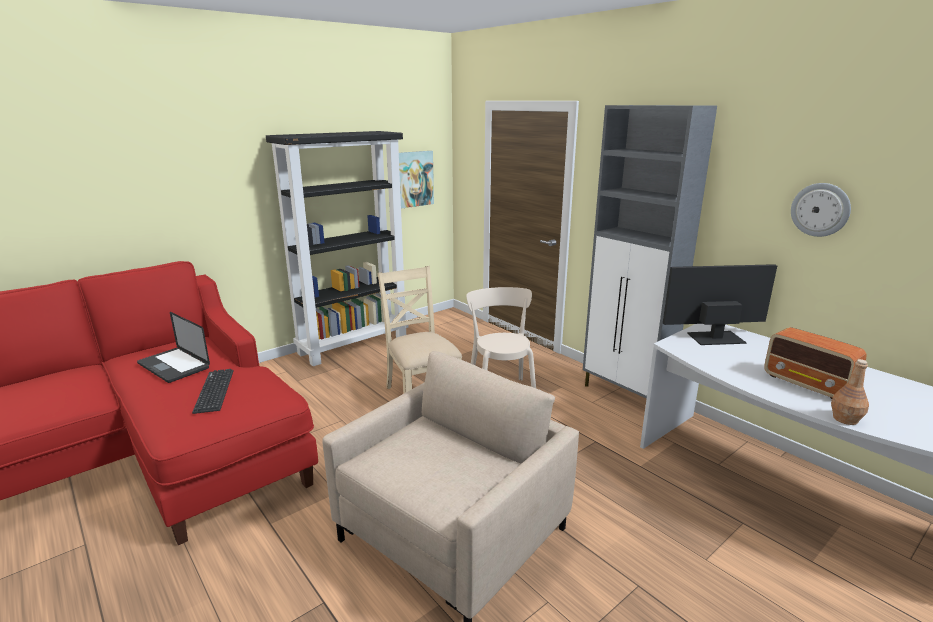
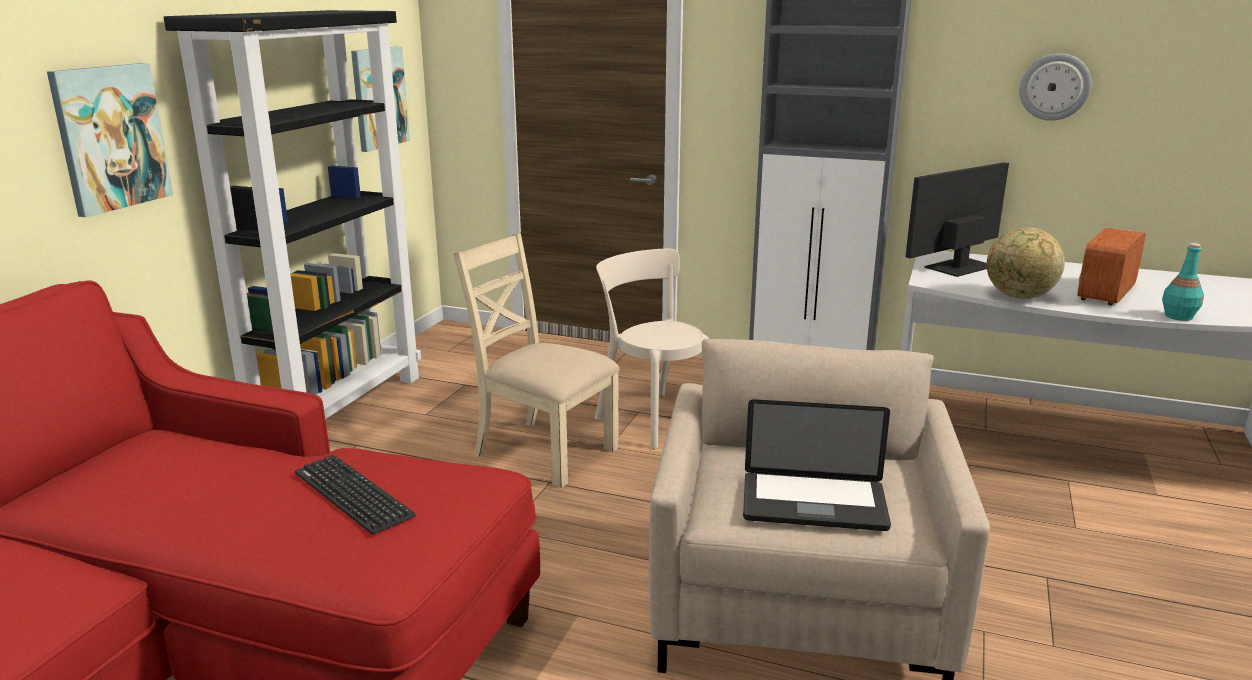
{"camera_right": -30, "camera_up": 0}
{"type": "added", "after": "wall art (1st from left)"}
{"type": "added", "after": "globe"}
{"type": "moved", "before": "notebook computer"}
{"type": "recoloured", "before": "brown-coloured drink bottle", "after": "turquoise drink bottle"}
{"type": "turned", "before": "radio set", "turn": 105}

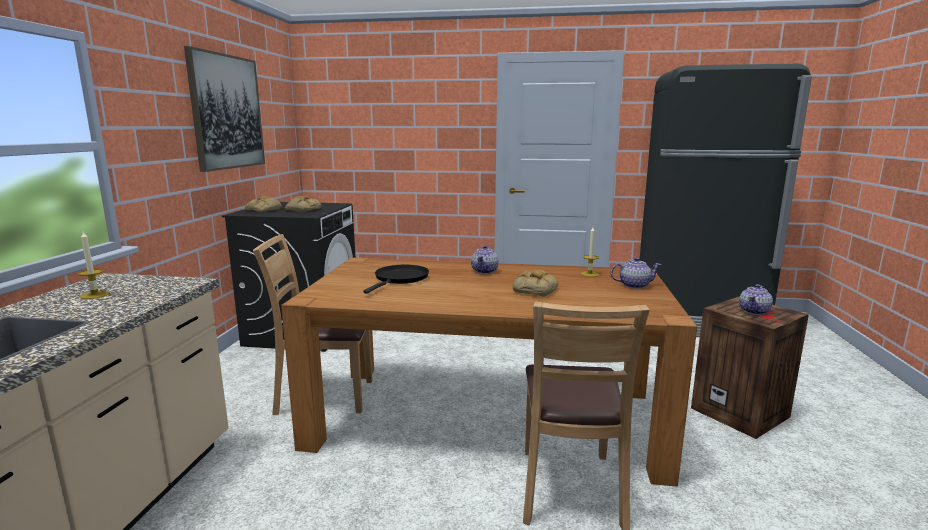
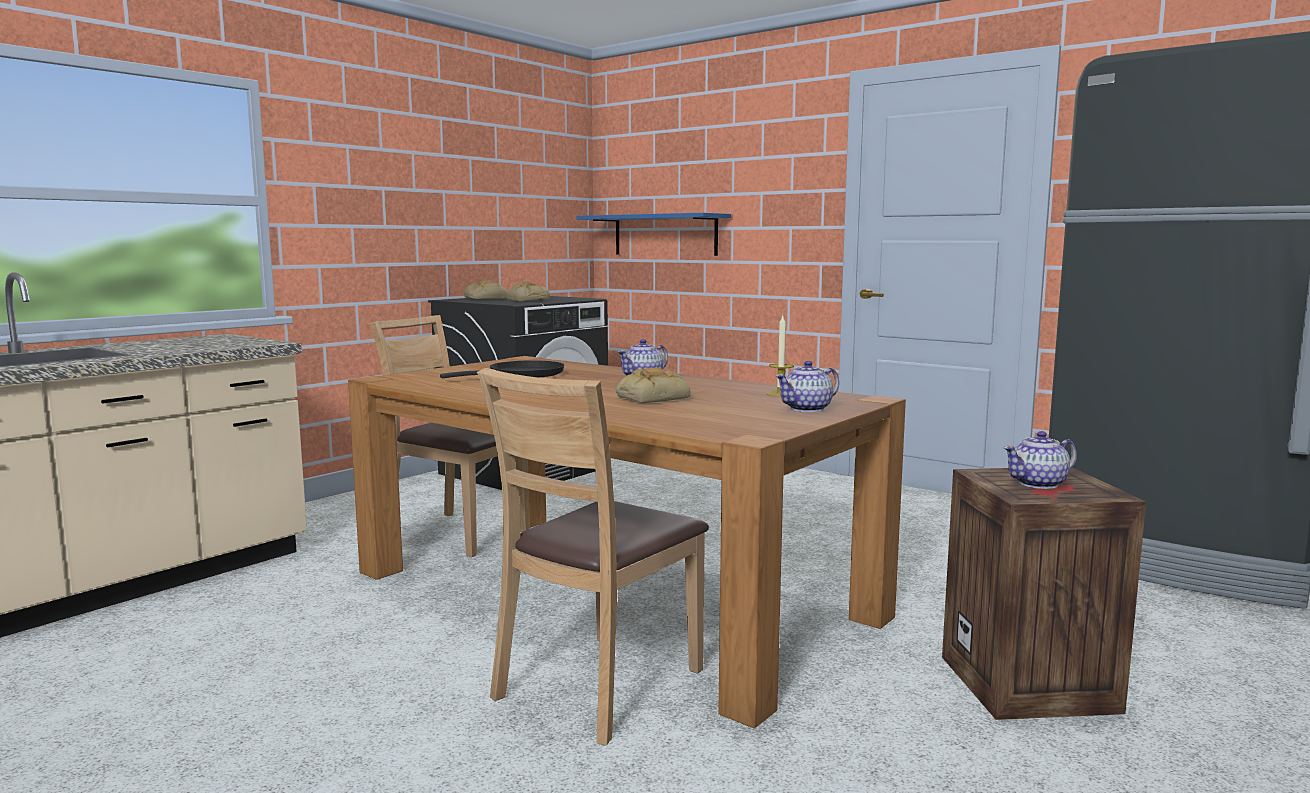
{"camera_right": 30, "camera_up": -5}
{"type": "removed", "before": "wax candle (1st from left)"}
{"type": "removed", "before": "wall art"}
{"type": "added", "after": "blue-coloured bracket shelf"}
{"type": "turned", "before": "pot for tea (2nd from left)", "turn": 120}

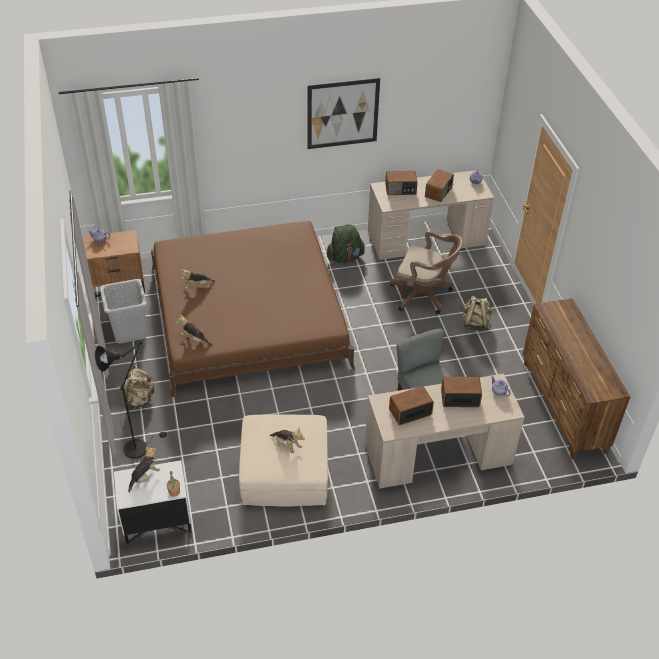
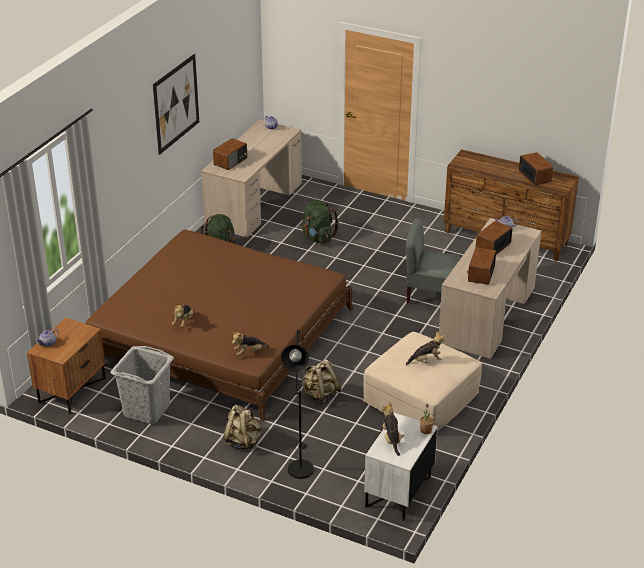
{"camera_right": -50, "camera_up": -10}
{"type": "moved", "before": "radio set (3rd from left in the first image)", "after": "radio set (4th from left)"}
{"type": "moved", "before": "beige-coloured backpack (2nd from left)"}
{"type": "replaced", "before": "brown-coloured computer chair", "after": "greenish backpack (2nd from left)"}

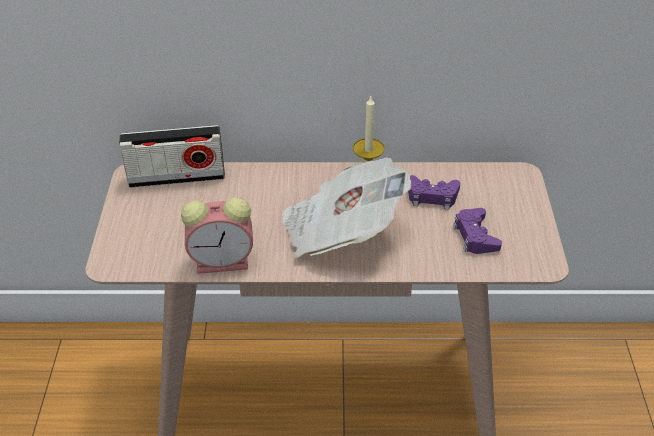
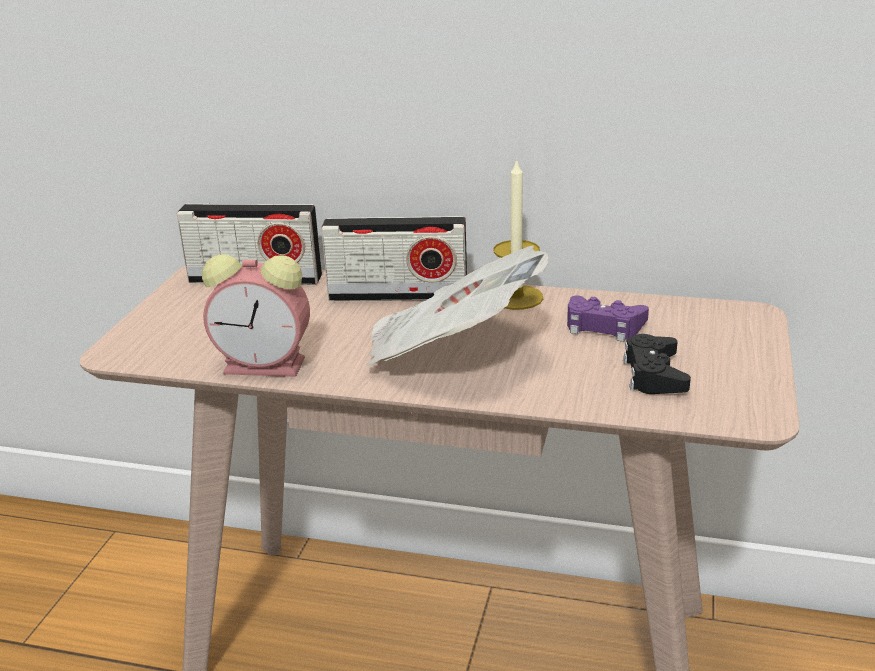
{"camera_right": 15, "camera_up": -15}
{"type": "added", "after": "radio set (2nd from left)"}
{"type": "recoloured", "before": "purplish joypad (2nd from left)", "after": "black joypad"}

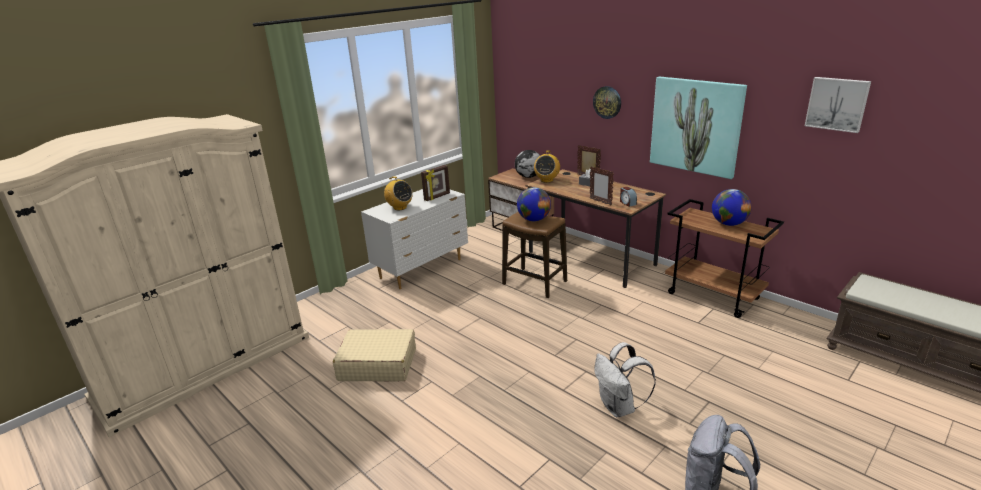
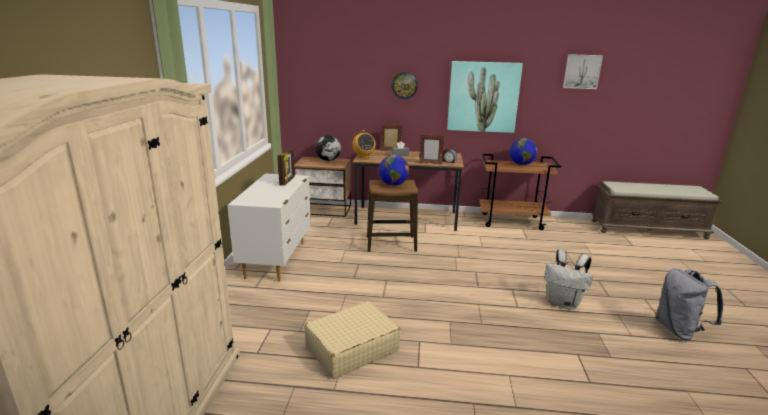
{"camera_right": -40, "camera_up": -5}
{"type": "removed", "before": "radio set (1st from left)"}

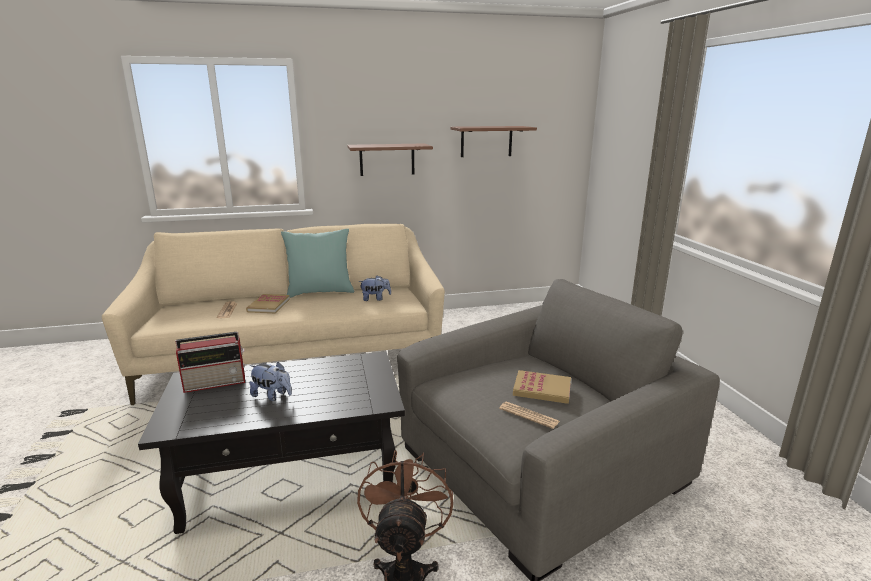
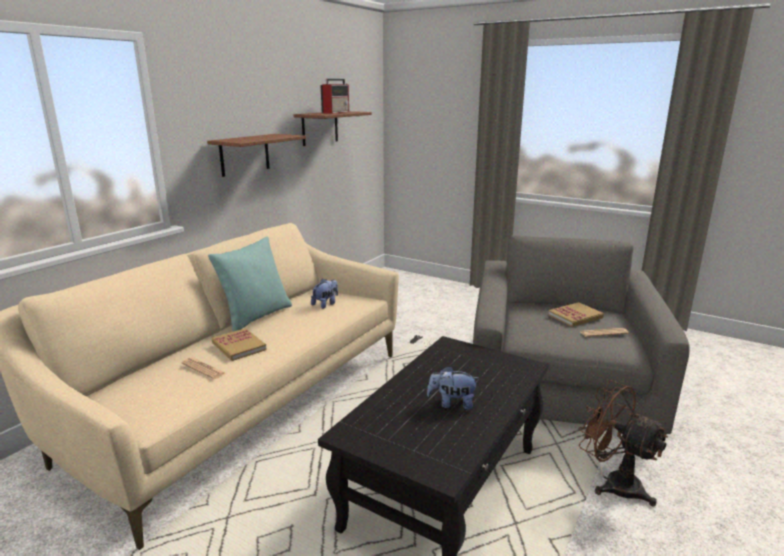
{"camera_right": -45, "camera_up": 0}
{"type": "moved", "before": "radio set"}
{"type": "turned", "before": "soft toy (1st from left in the first image)", "turn": -150}

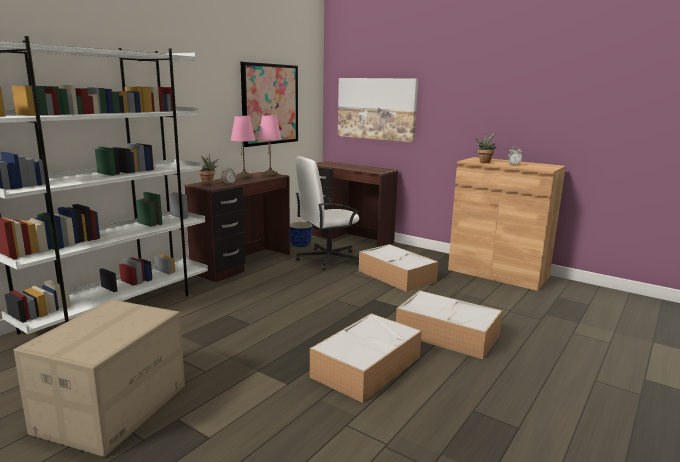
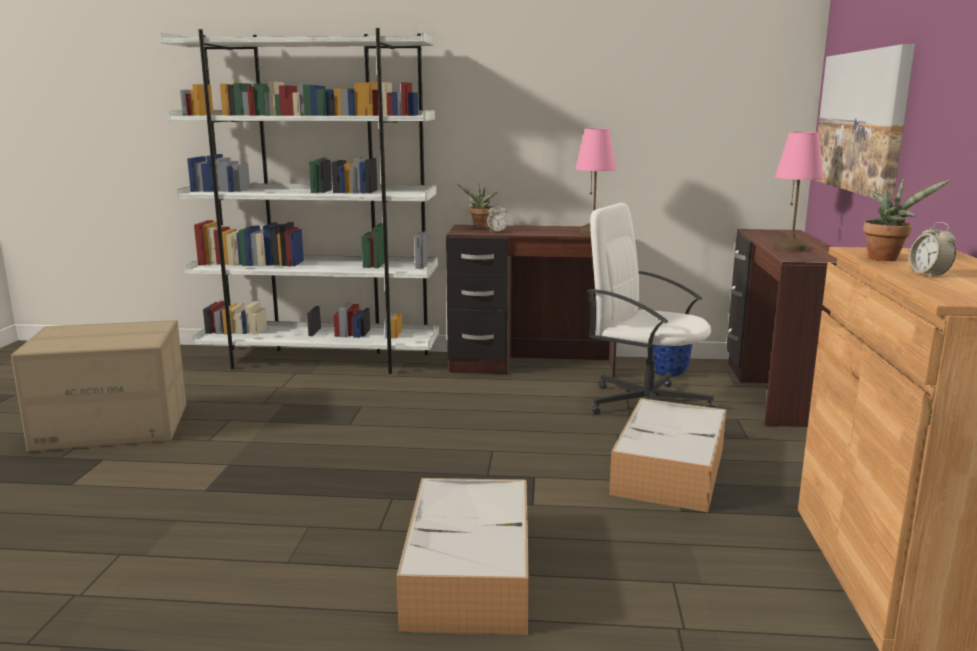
{"camera_right": 60, "camera_up": 0}
{"type": "removed", "before": "wall art (1st from left)"}
{"type": "removed", "before": "storage bin (1st from left)"}
{"type": "moved", "before": "pink-coloured lamp for a table (1st from left in the first image)", "after": "pink-coloured lamp for a table (2nd from left)"}

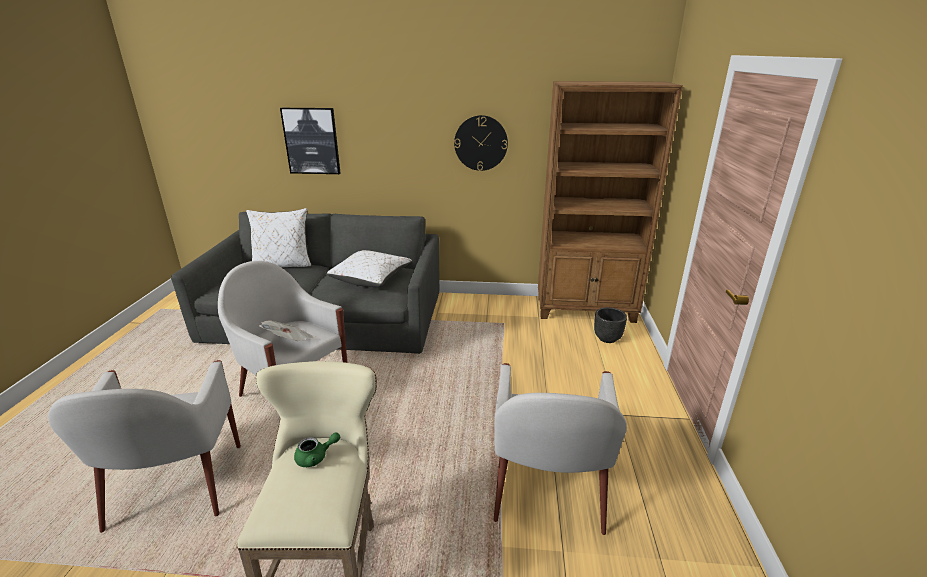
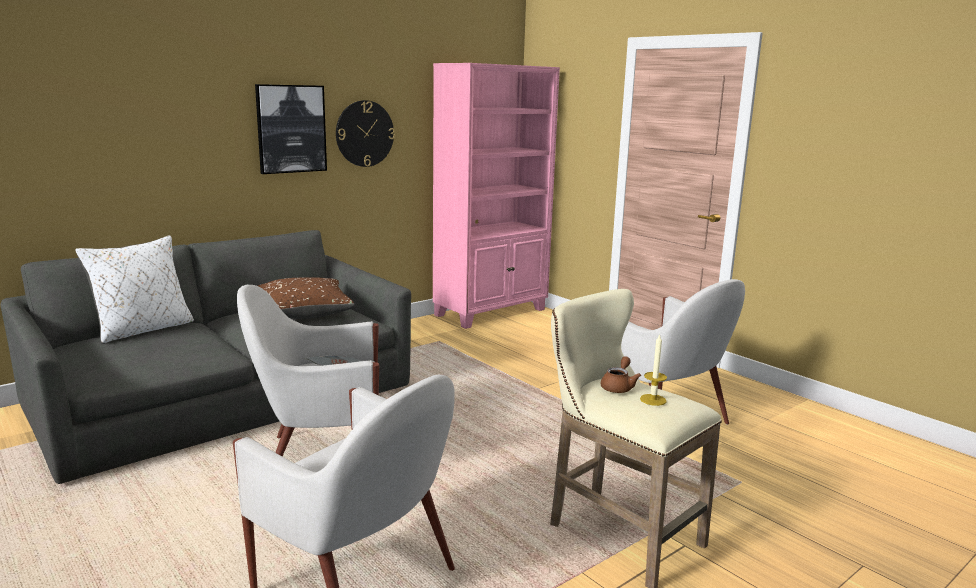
{"camera_right": -45, "camera_up": -10}
{"type": "removed", "before": "black planter"}
{"type": "added", "after": "wax candle"}
{"type": "moved", "before": "wall art"}
{"type": "recoloured", "before": "greenish pot for tea", "after": "brown-coloured pot for tea"}
{"type": "recoloured", "before": "whitish cushion (2nd from left)", "after": "brown-coloured cushion"}
{"type": "recoloured", "before": "brown-coloured shelving unit", "after": "pink-coloured shelving unit"}

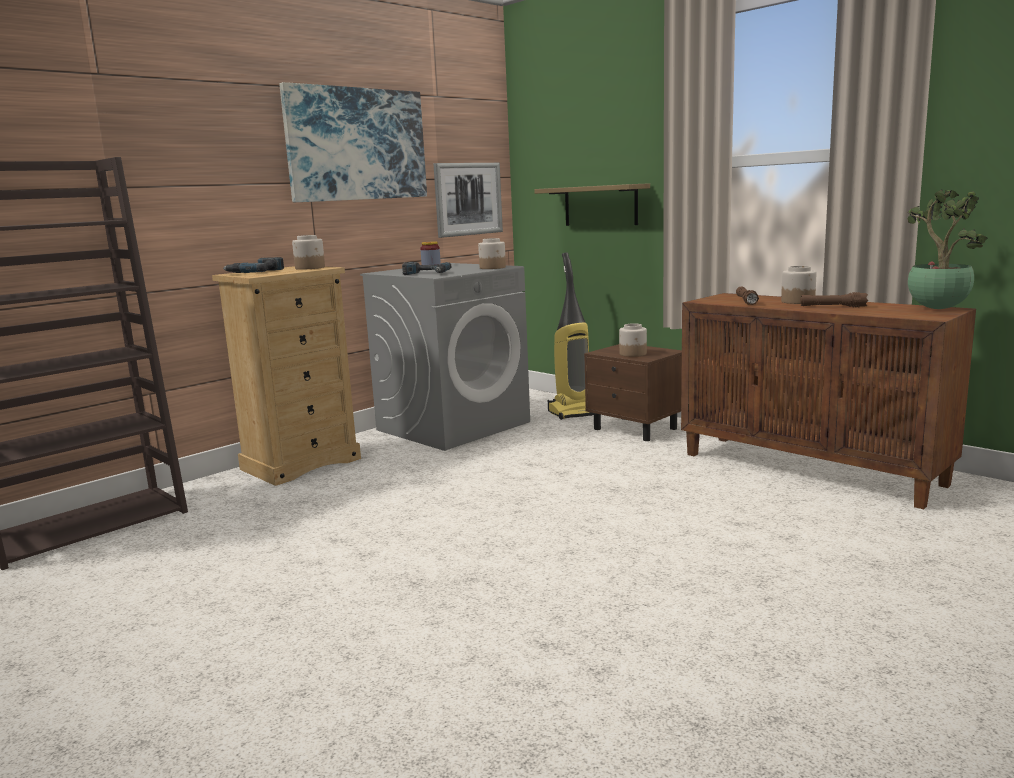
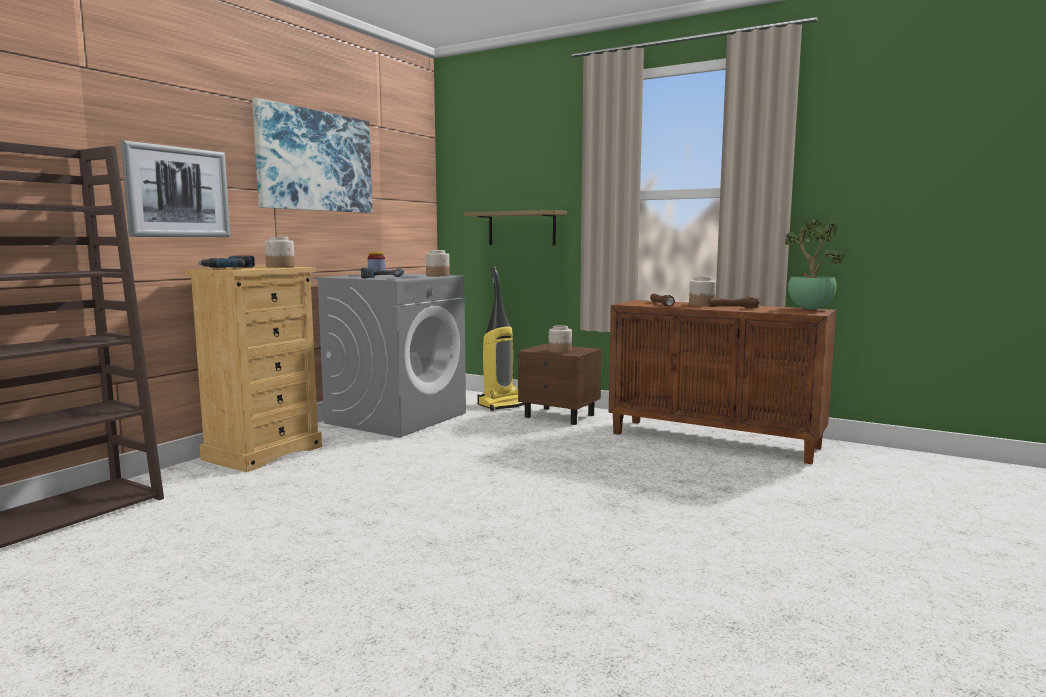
{"camera_right": -15, "camera_up": -5}
{"type": "moved", "before": "wall art (2nd from left in the first image)", "after": "wall art (1st from left)"}

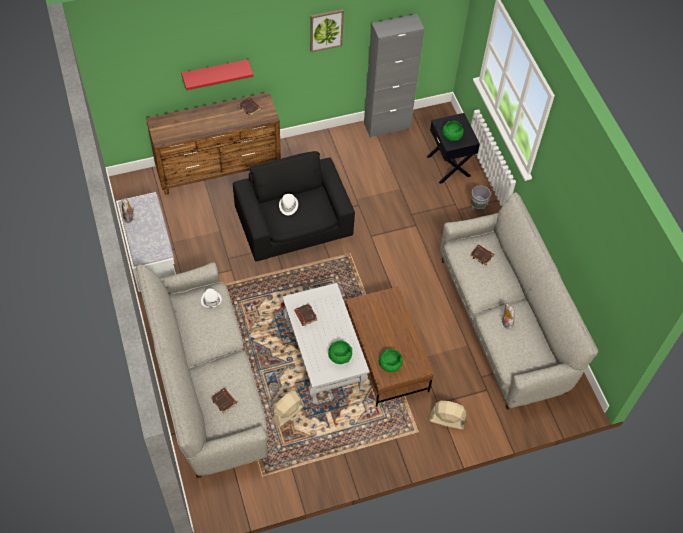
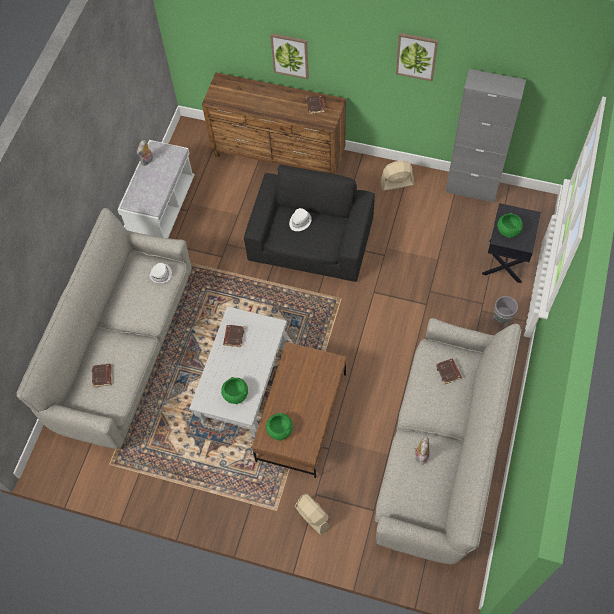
{"camera_right": 40, "camera_up": 5}
{"type": "moved", "before": "beige-coloured fan (1st from left in the first image)", "after": "beige-coloured fan (2nd from left)"}
{"type": "replaced", "before": "red bracket shelf", "after": "wall art (1st from left)"}

